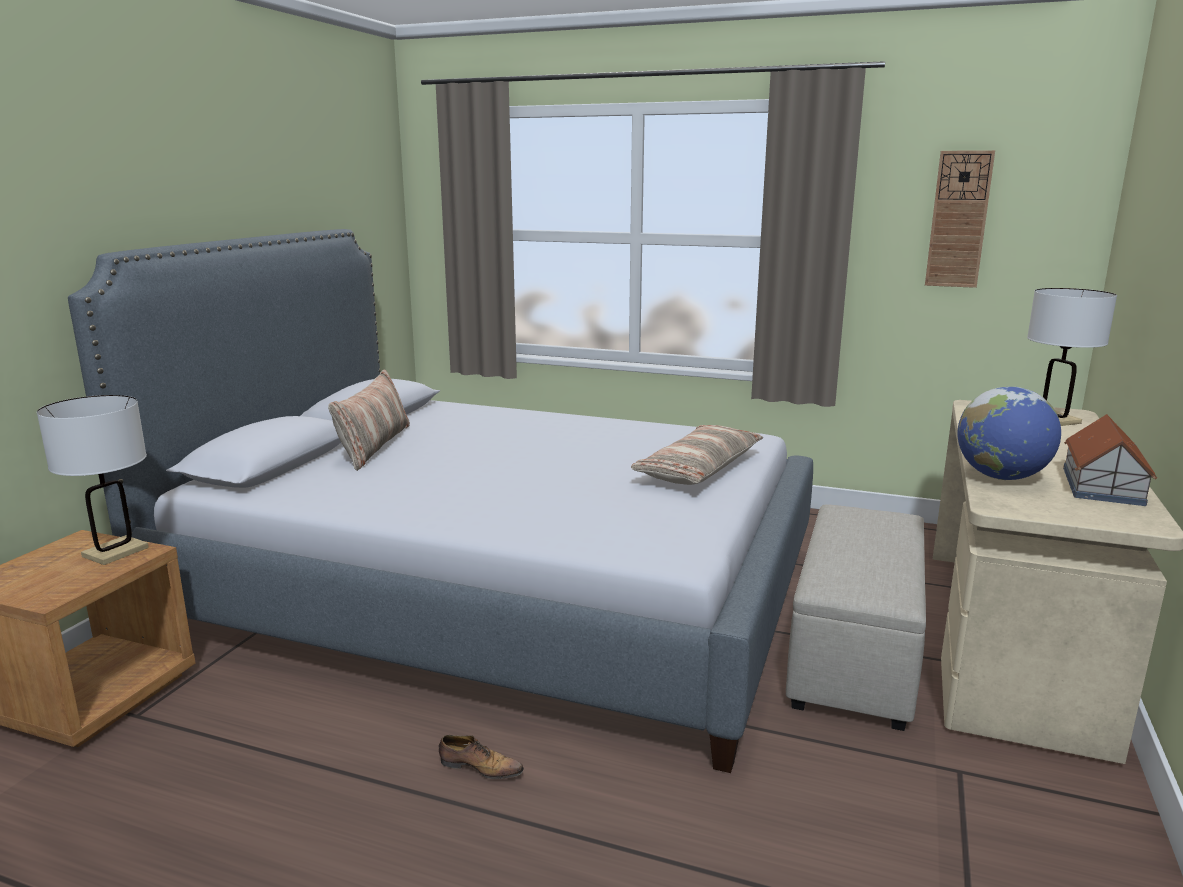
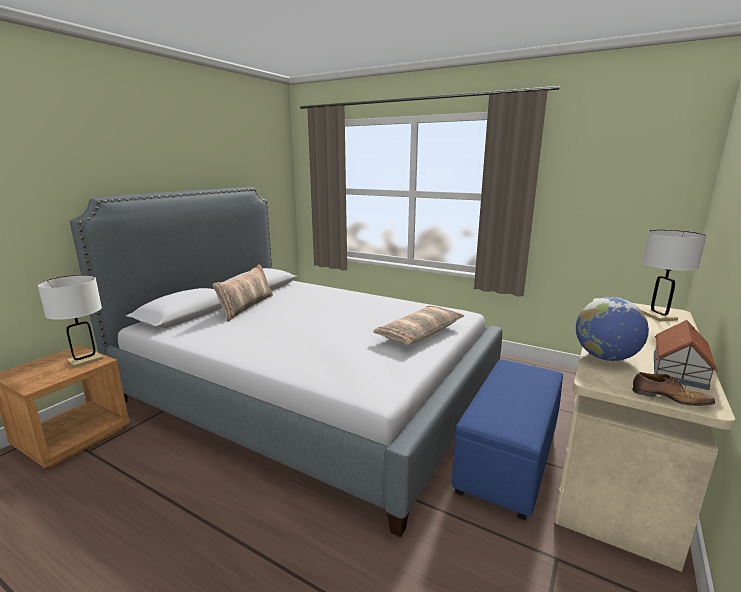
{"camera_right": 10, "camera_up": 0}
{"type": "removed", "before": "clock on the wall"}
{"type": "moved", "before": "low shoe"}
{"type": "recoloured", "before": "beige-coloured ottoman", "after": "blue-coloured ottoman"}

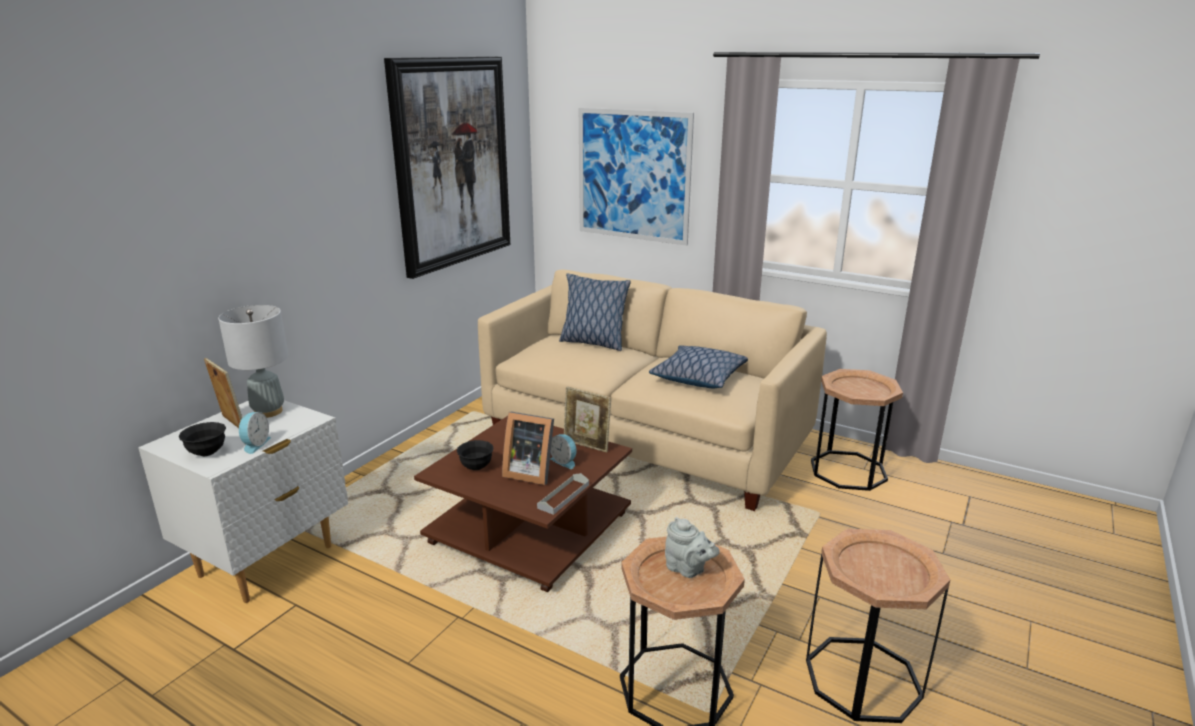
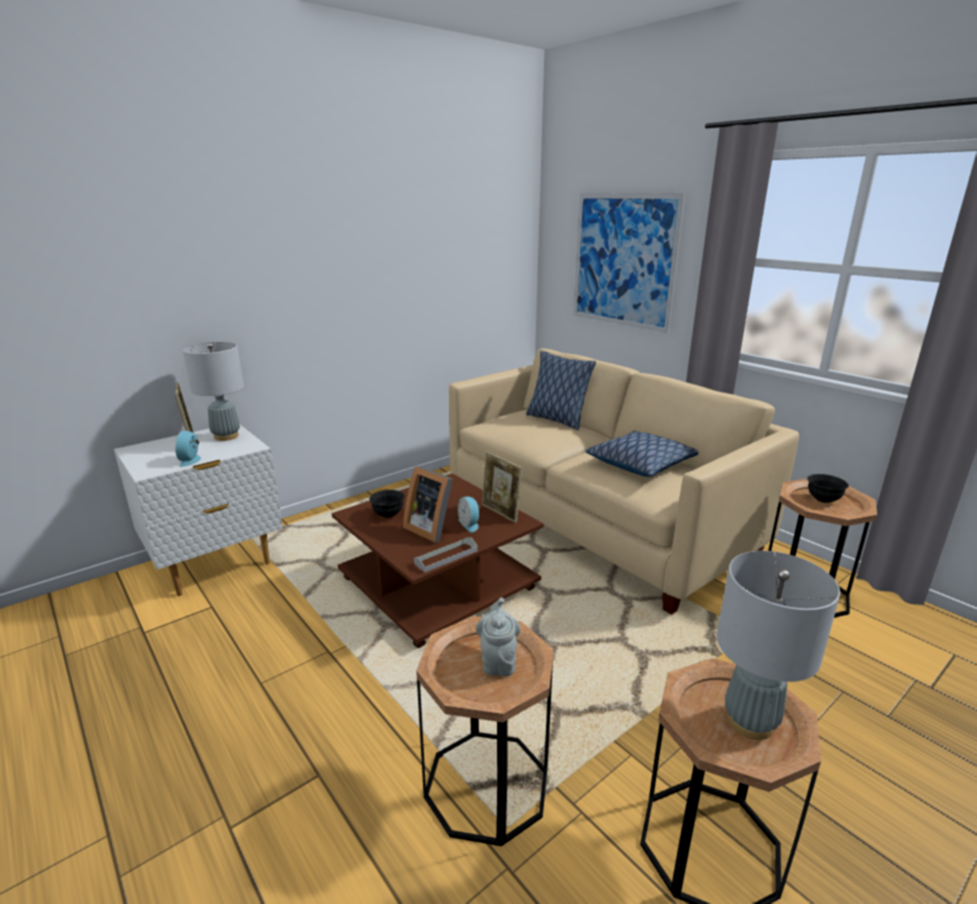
{"camera_right": 20, "camera_up": 0}
{"type": "removed", "before": "wall art (1st from left)"}
{"type": "added", "after": "greyish lamp for a table (2nd from left)"}
{"type": "moved", "before": "black serving bowl (1st from left in the first image)", "after": "black serving bowl (2nd from left)"}
{"type": "turned", "before": "table clock (1st from left)", "turn": 150}
{"type": "turned", "before": "greyish pot for tea", "turn": -150}

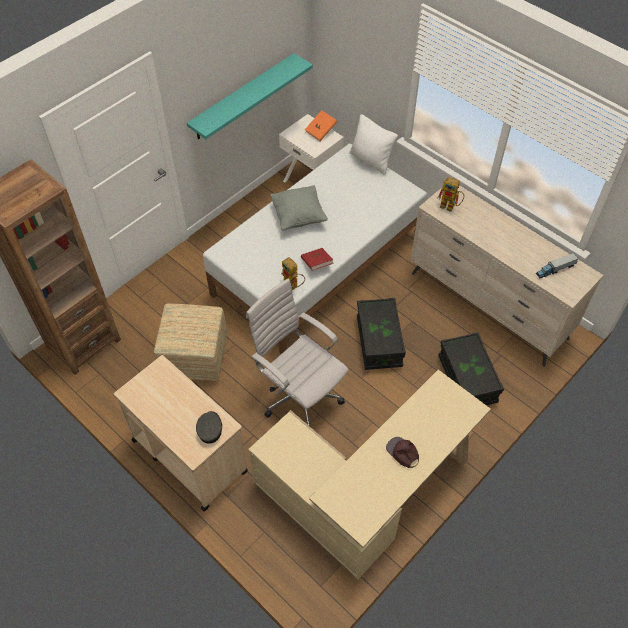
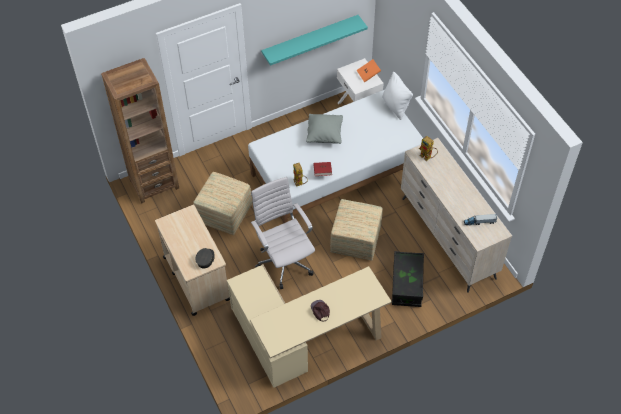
{"camera_right": 20, "camera_up": 0}
{"type": "replaced", "before": "black storage bin (1st from left)", "after": "ottoman (2nd from left)"}

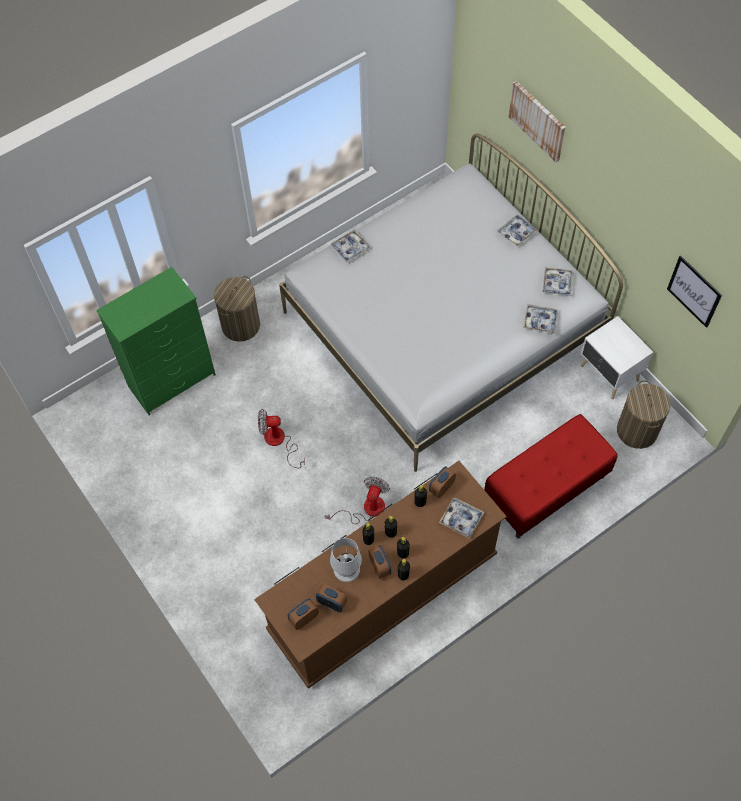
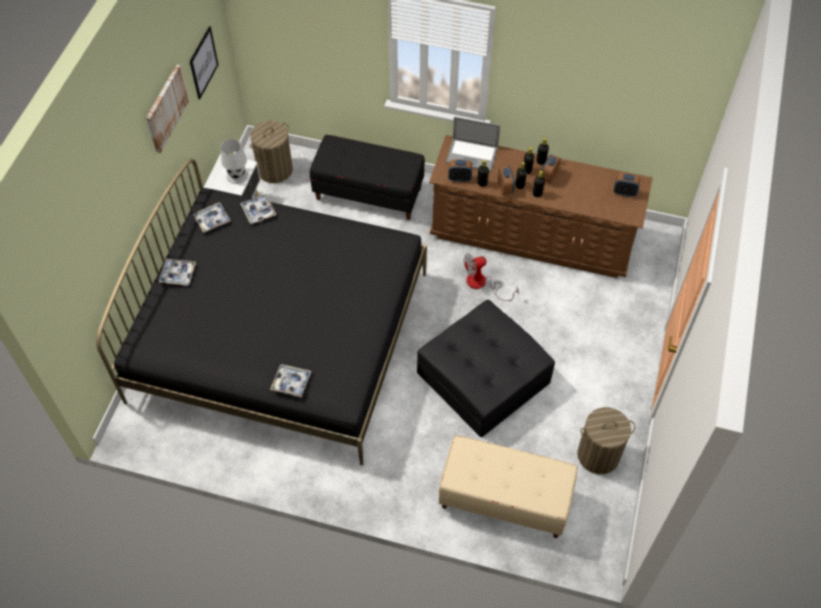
{"camera_right": -130, "camera_up": -5}
{"type": "moved", "before": "washing basket (1st from left in the first image)", "after": "washing basket (2nd from left)"}
{"type": "moved", "before": "table clock (2nd from left)"}
{"type": "moved", "before": "whitish lamp for a table"}
{"type": "moved", "before": "wall art (1st from left)"}
{"type": "replaced", "before": "greenish chest of drawers", "after": "beige-coloured bench"}
{"type": "replaced", "before": "fan (1st from left)", "after": "black ottoman"}
{"type": "replaced", "before": "serving tray (2nd from left)", "after": "notebook computer"}
{"type": "recoloured", "before": "whitish bed", "after": "black bed"}
{"type": "recoloured", "before": "red bench", "after": "black bench"}

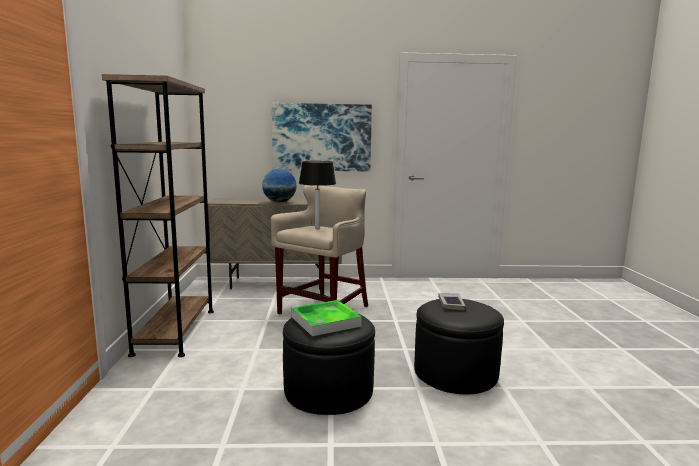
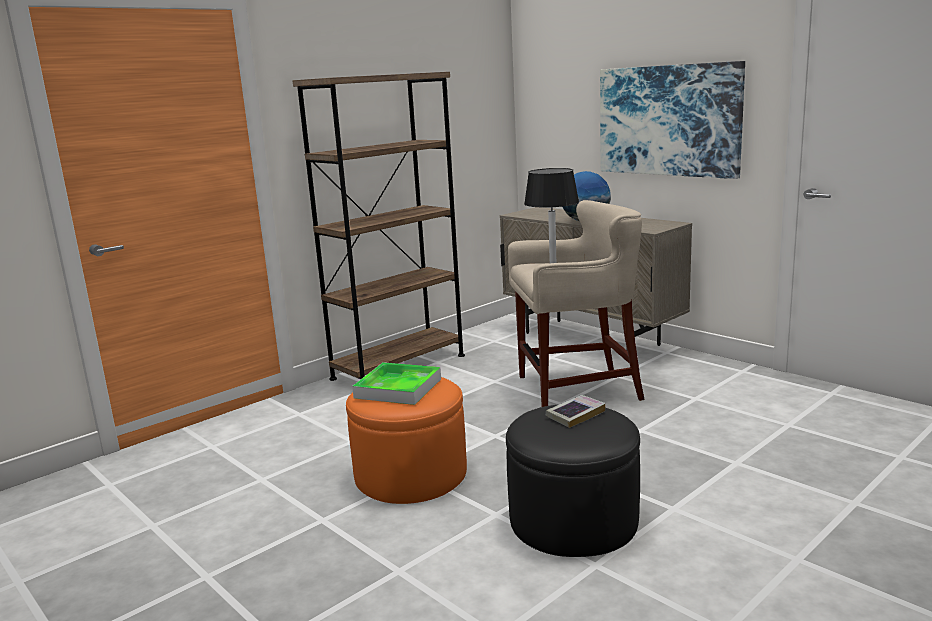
{"camera_right": 50, "camera_up": 5}
{"type": "recoloured", "before": "black ottoman (1st from left)", "after": "orange ottoman"}

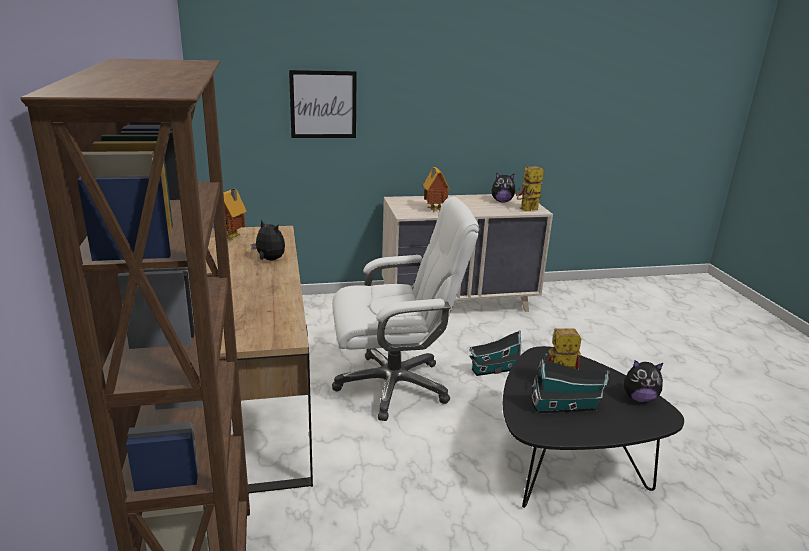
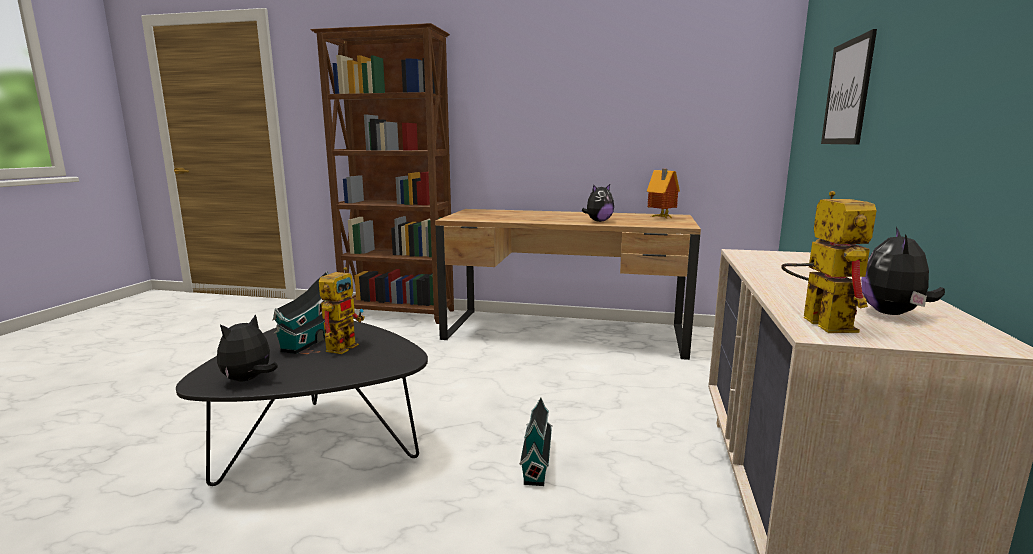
{"camera_right": 115, "camera_up": -10}
{"type": "removed", "before": "whitish computer chair"}
{"type": "removed", "before": "miniature house (2nd from left)"}

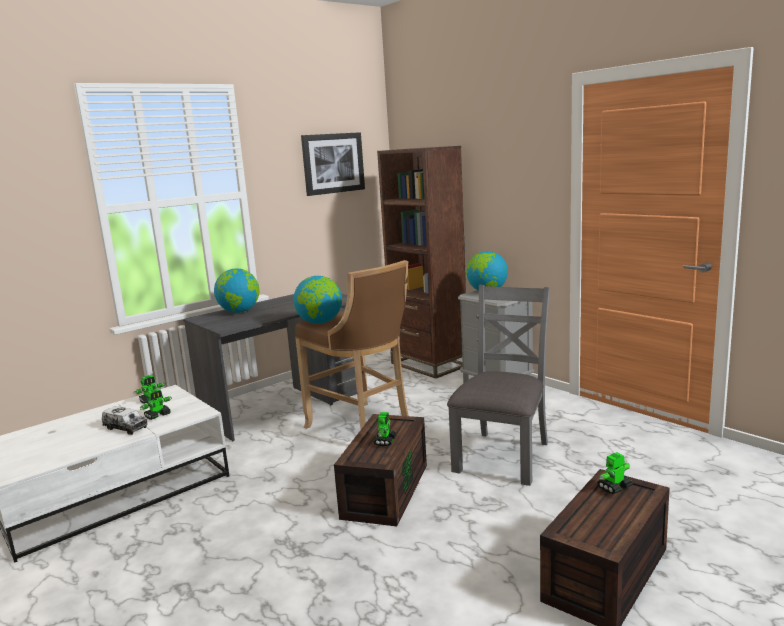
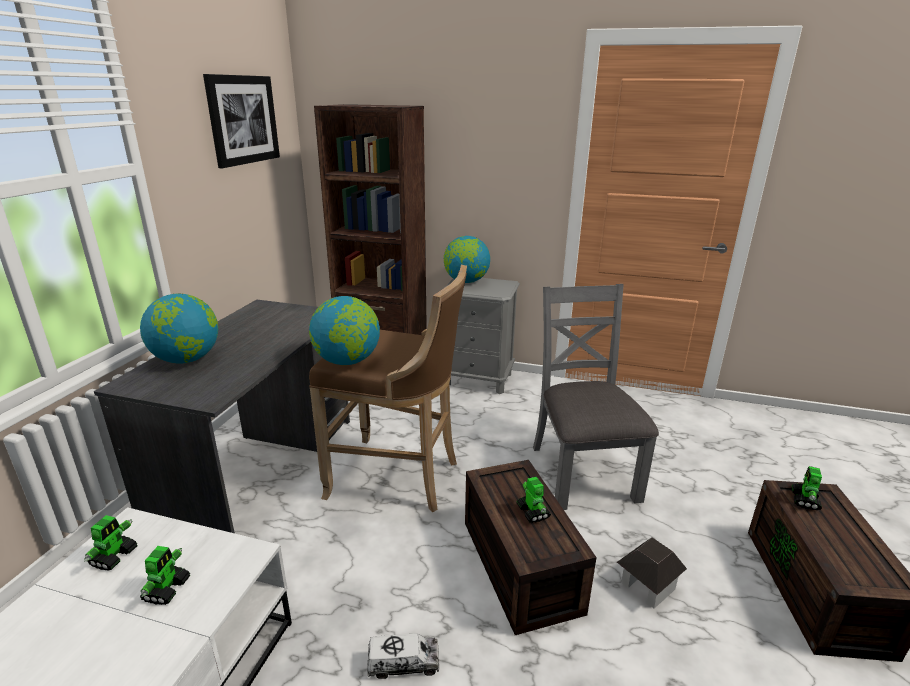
{"camera_right": -35, "camera_up": 10}
{"type": "added", "after": "miniature house"}
{"type": "moved", "before": "toy lorry"}

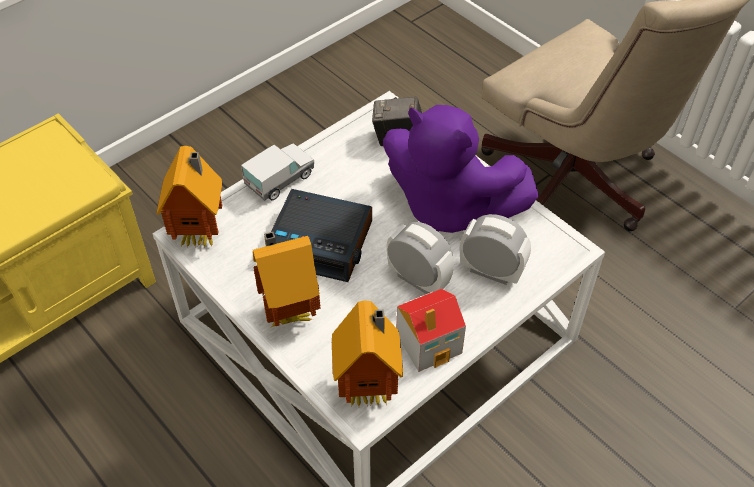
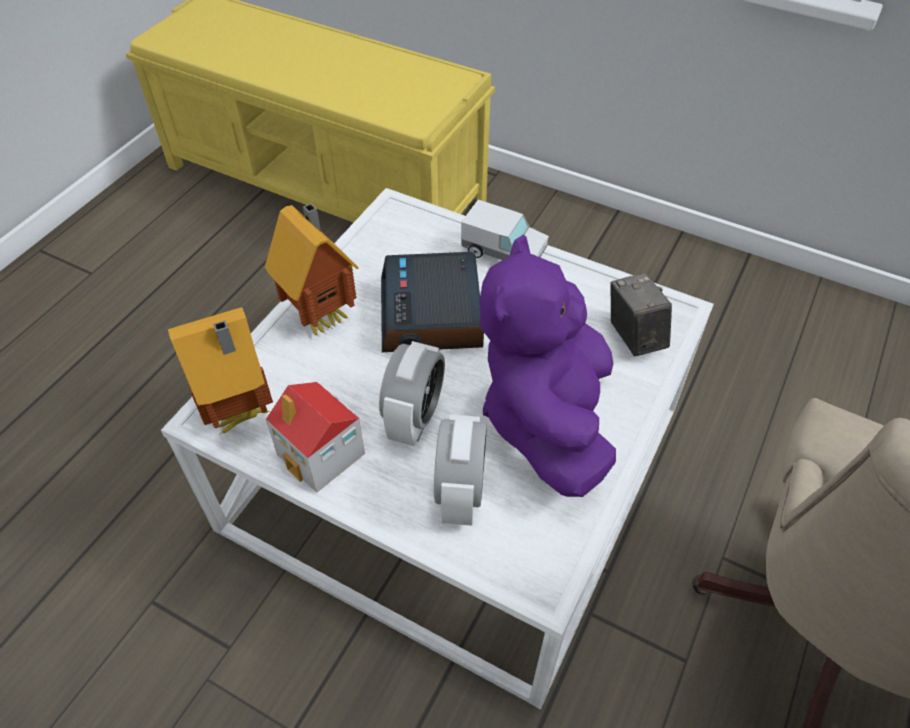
{"camera_right": 70, "camera_up": 0}
{"type": "removed", "before": "miniature house (1st from left)"}

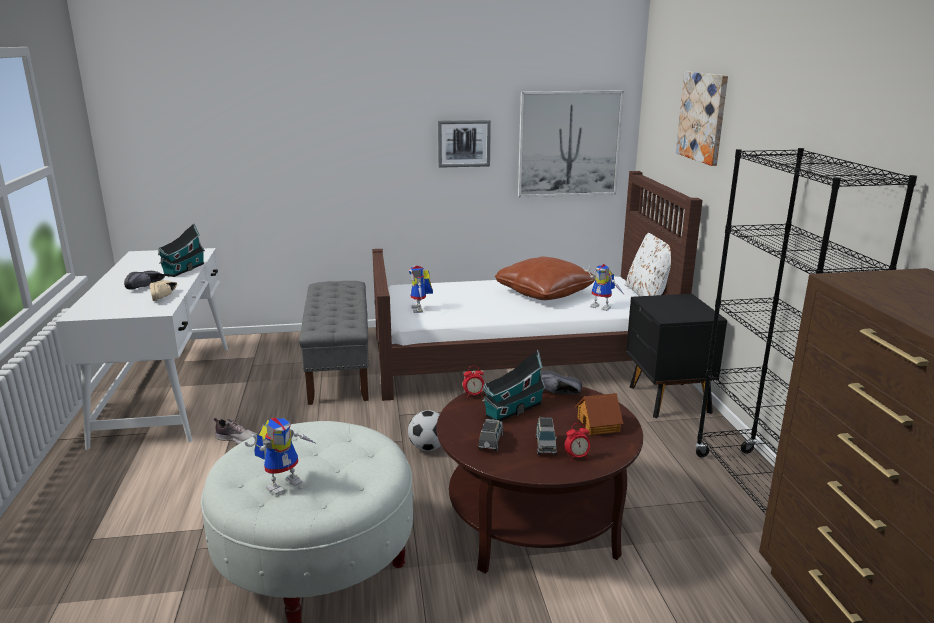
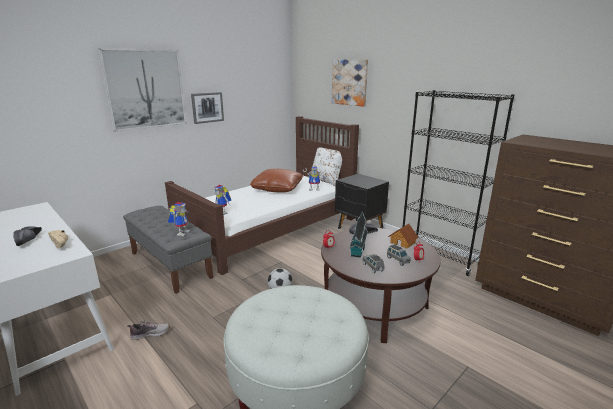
{"camera_right": -35, "camera_up": 0}
{"type": "removed", "before": "miniature house (1st from left)"}
{"type": "moved", "before": "robot figure (1st from left)"}
{"type": "moved", "before": "wall art (2nd from left in the first image)", "after": "wall art (1st from left)"}

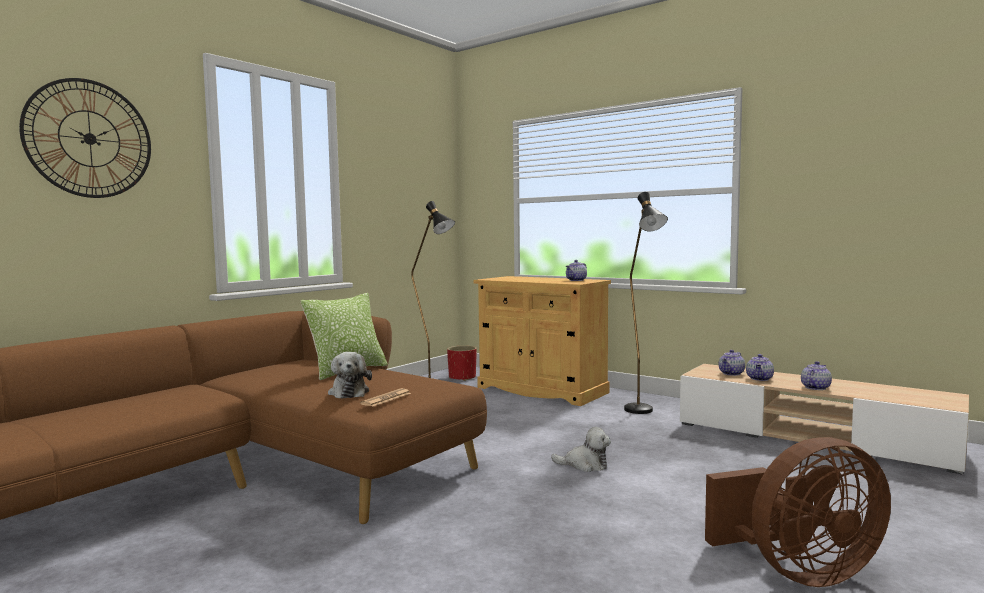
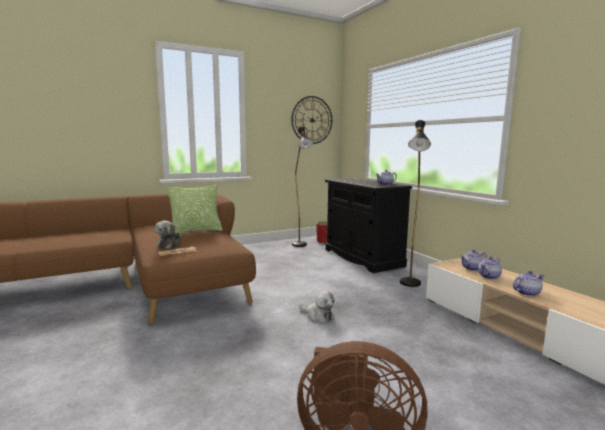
{"camera_right": 25, "camera_up": 5}
{"type": "moved", "before": "clock on the wall"}
{"type": "recoloured", "before": "beige-coloured cupboard", "after": "black cupboard"}

